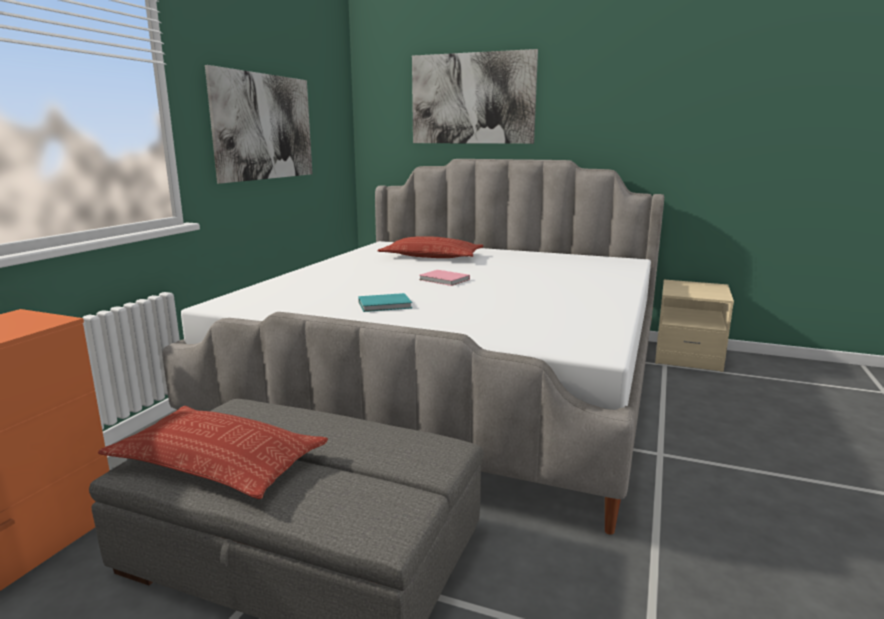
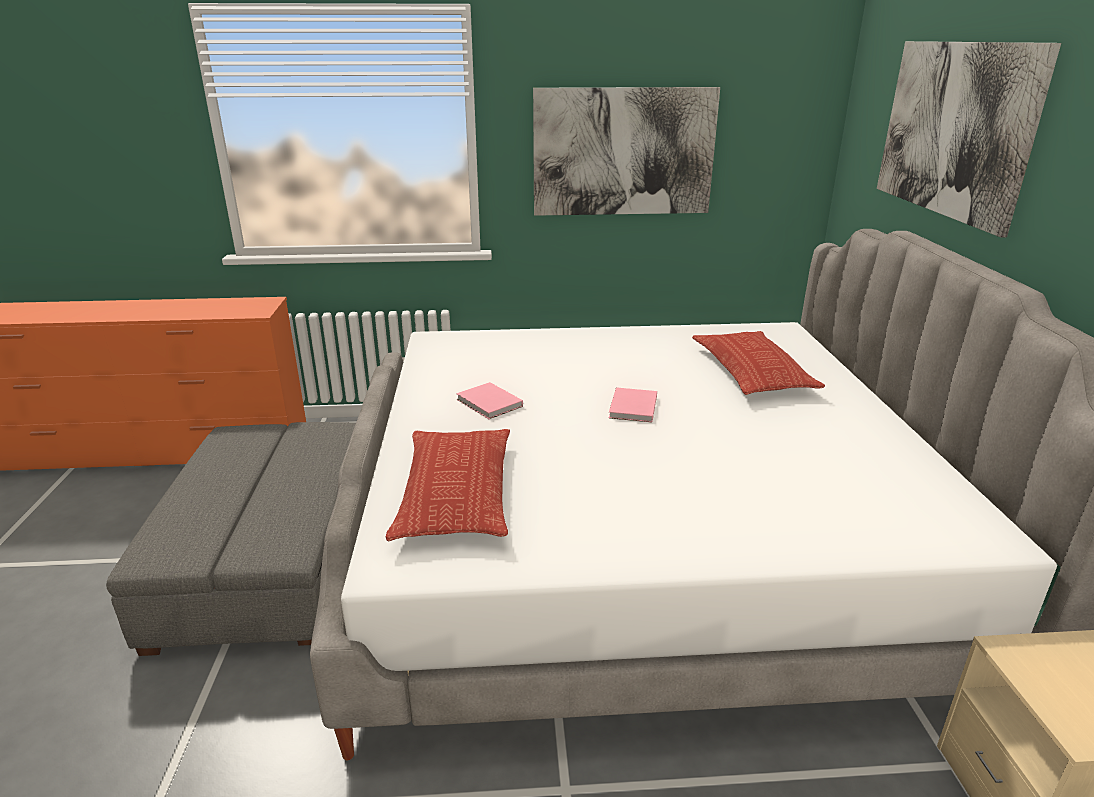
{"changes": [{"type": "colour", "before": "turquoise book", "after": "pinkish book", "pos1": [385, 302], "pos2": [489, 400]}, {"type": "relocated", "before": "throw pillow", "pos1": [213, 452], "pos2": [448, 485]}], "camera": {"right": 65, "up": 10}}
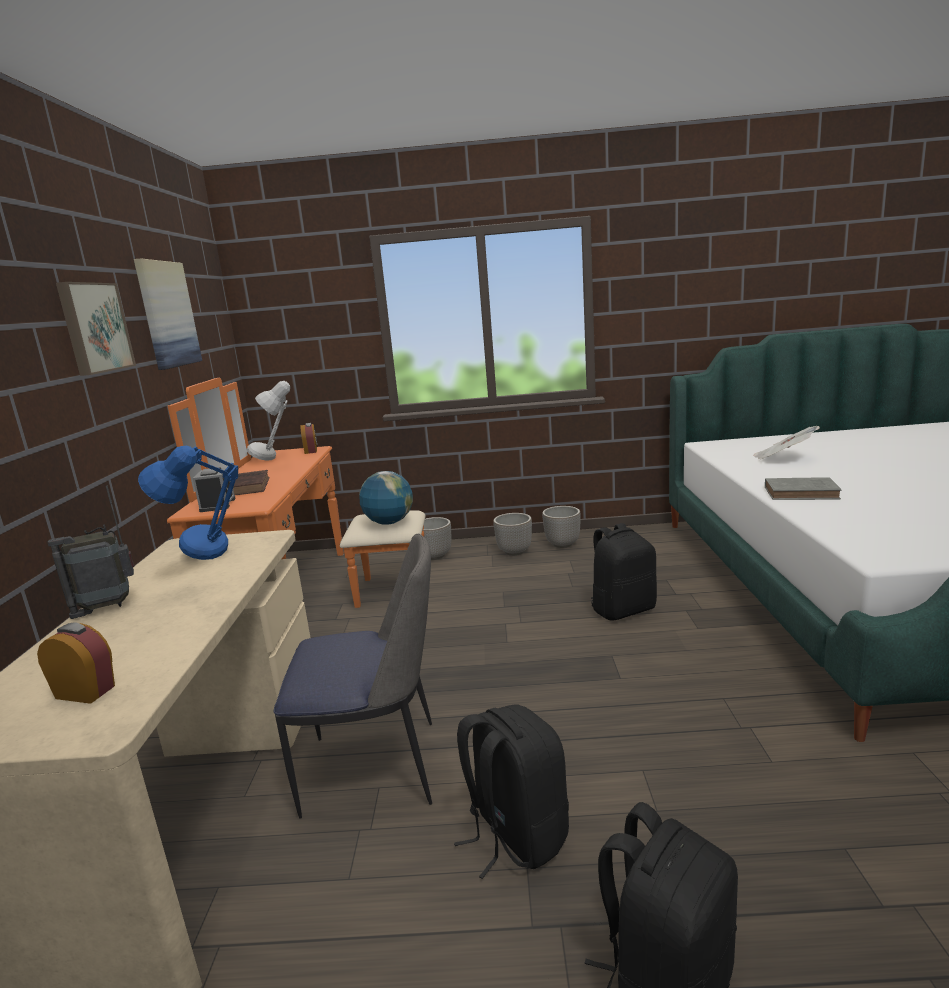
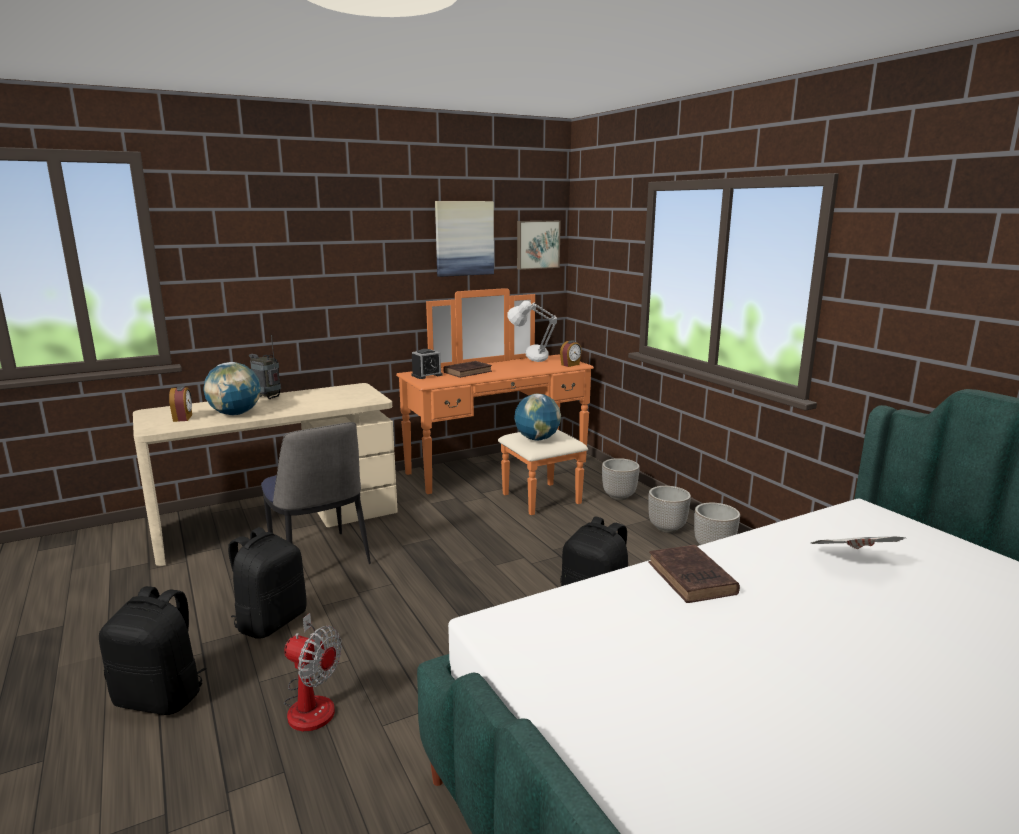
{"changes": [{"type": "relocated", "before": "wall art", "pos1": [96, 329], "pos2": [539, 245]}, {"type": "missing", "before": "bluish tabletop lamp", "pos1": [188, 503]}, {"type": "colour", "before": "greyish book", "after": "brown book", "pos1": [803, 488], "pos2": [694, 574]}, {"type": "appeared", "after": "globe", "pos2": [232, 388]}, {"type": "appeared", "after": "cooling fan", "pos2": [313, 672]}], "camera": {"right": 60, "up": 0}}
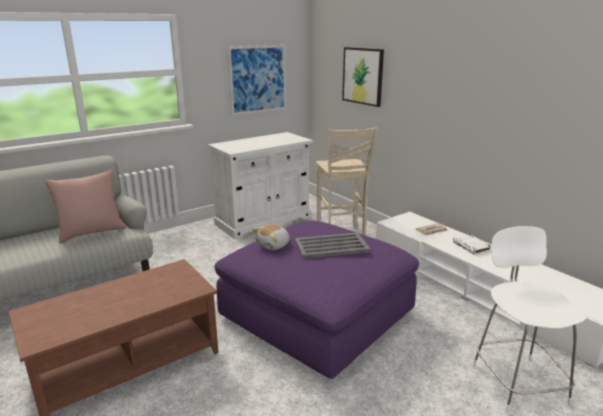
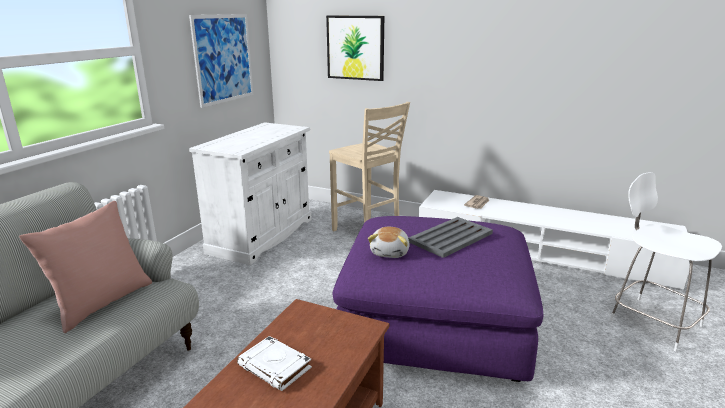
{"changes": [{"type": "relocated", "before": "white-coloured book", "pos1": [472, 244], "pos2": [274, 363]}], "camera": {"right": -30, "up": 0}}
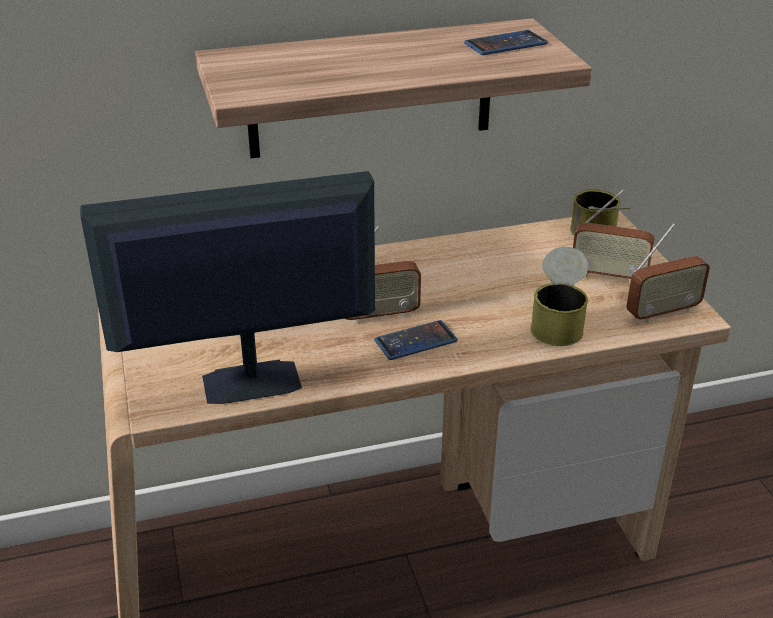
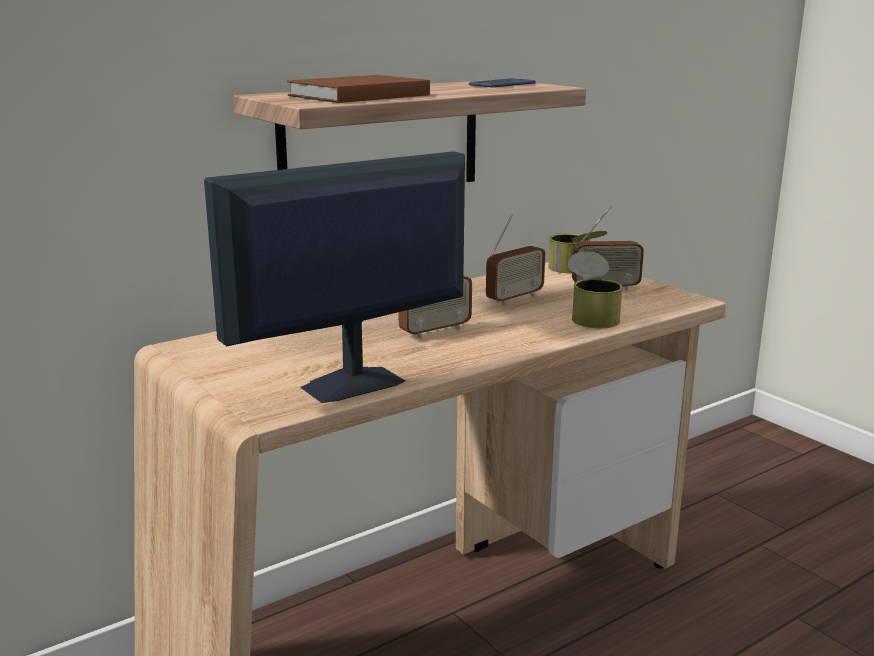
{"changes": [{"type": "relocated", "before": "radio receiver", "pos1": [668, 273], "pos2": [515, 259]}, {"type": "missing", "before": "handset", "pos1": [416, 340]}, {"type": "appeared", "after": "brown book", "pos2": [358, 89]}], "camera": {"right": -20, "up": -15}}
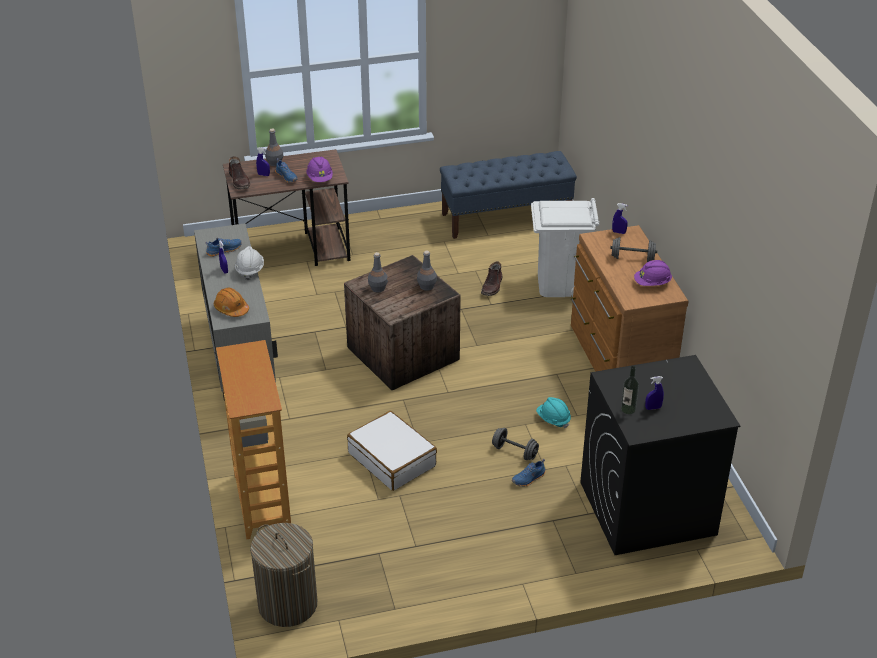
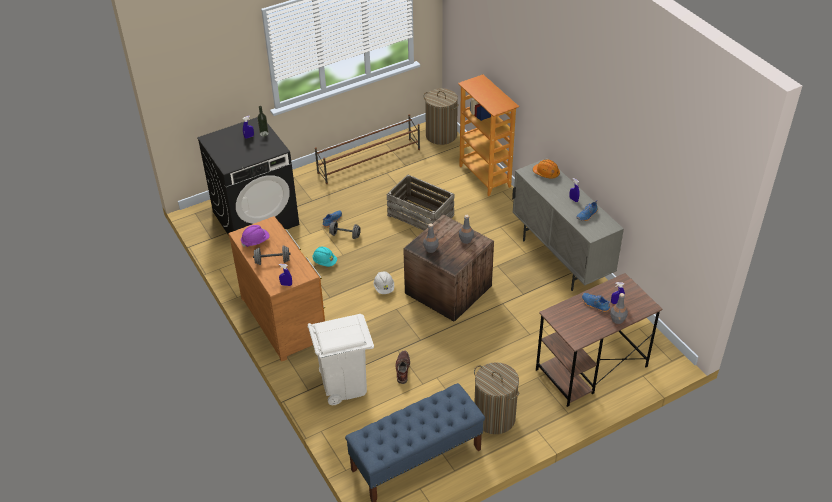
{"changes": [{"type": "missing", "before": "brown boot", "pos1": [239, 172]}, {"type": "missing", "before": "purple-coloured hard hat", "pos1": [319, 169]}, {"type": "relocated", "before": "white-coloured hard hat", "pos1": [249, 263], "pos2": [384, 282]}, {"type": "exchanged", "before": "white-coloured travel case", "after": "crate", "pos1": [392, 451], "pos2": [420, 202]}, {"type": "appeared", "after": "brown shoe stand", "pos2": [367, 149]}, {"type": "appeared", "after": "hamper", "pos2": [496, 398]}], "camera": {"right": 165, "up": 5}}
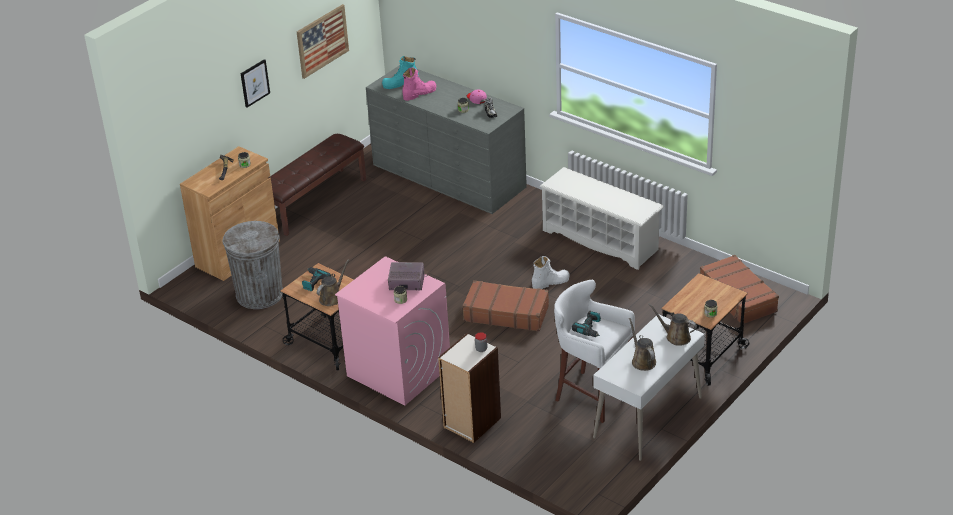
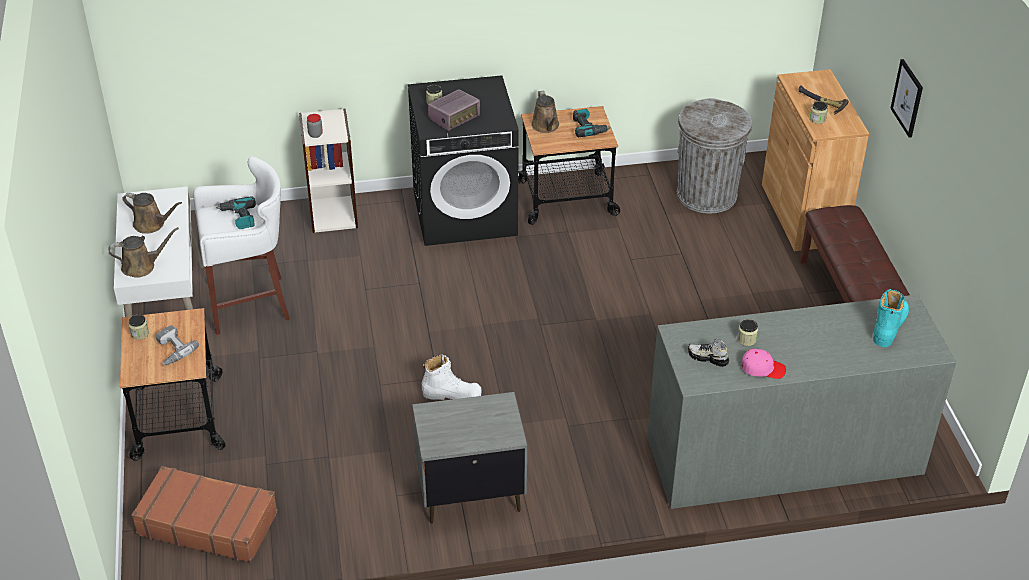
{"changes": [{"type": "missing", "before": "wall art", "pos1": [323, 41]}, {"type": "missing", "before": "pinkish boot", "pos1": [419, 84]}, {"type": "exchanged", "before": "white-coloured shoe stand", "after": "greyish bedside table", "pos1": [601, 218], "pos2": [469, 458]}, {"type": "colour", "before": "pinkish washing machine", "after": "black washing machine", "pos1": [392, 330], "pos2": [463, 160]}, {"type": "spun", "before": "white-coloured boot", "pos1": [551, 272], "pos2": [452, 377], "turn": -105}, {"type": "missing", "before": "brown travel case", "pos1": [506, 306]}, {"type": "appeared", "after": "electric drill", "pos2": [177, 345]}], "camera": {"right": 130, "up": 5}}
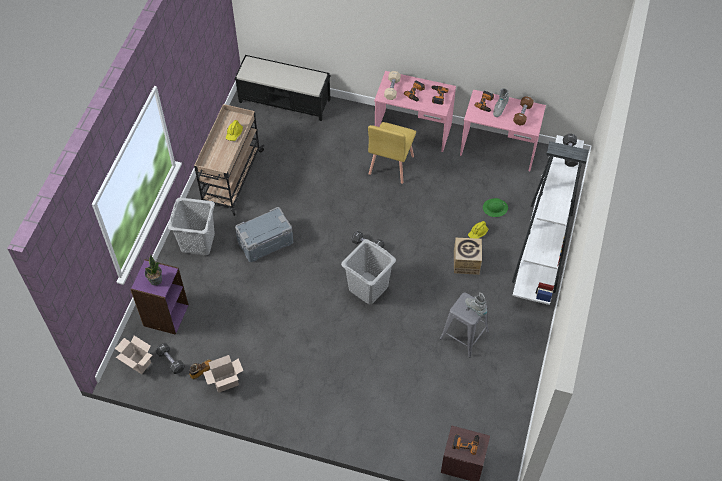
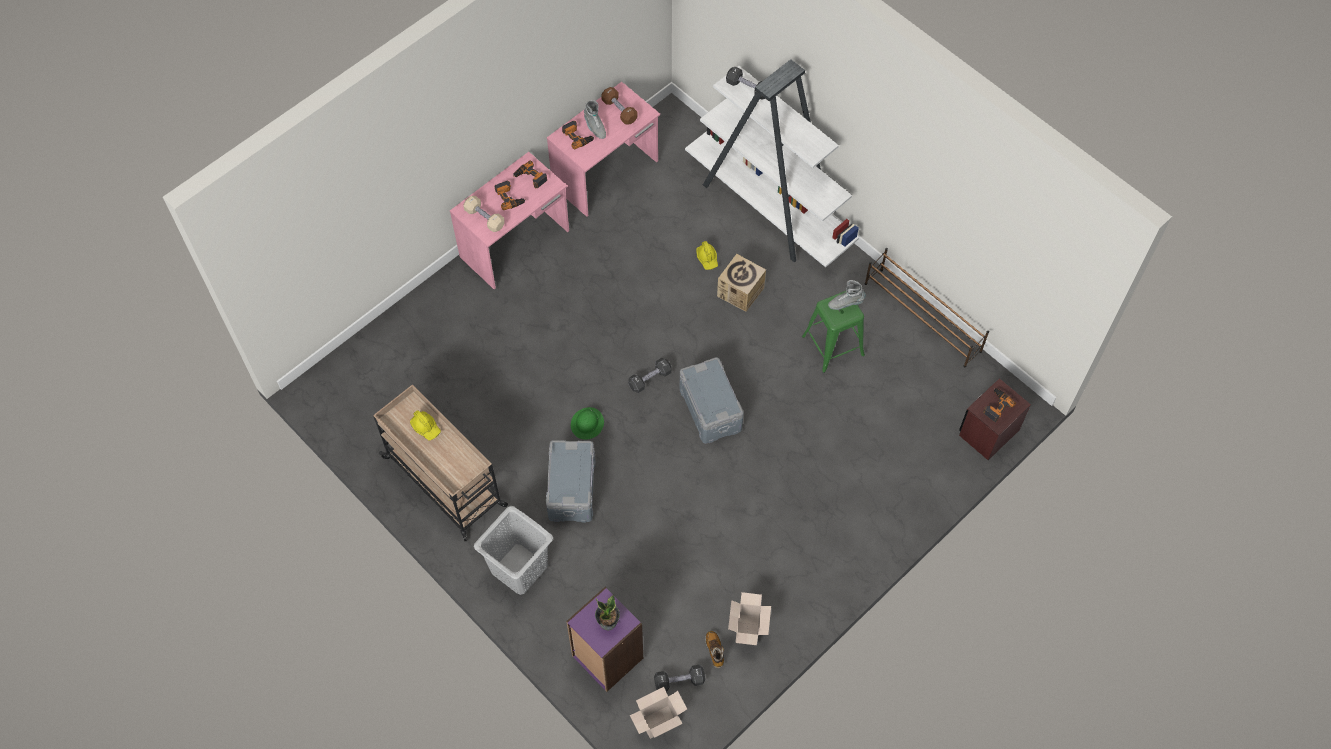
{"changes": [{"type": "missing", "before": "black long seat", "pos1": [282, 88]}, {"type": "missing", "before": "yellowish plain chair", "pos1": [392, 153]}, {"type": "relocated", "before": "green-coloured hard hat", "pos1": [495, 207], "pos2": [587, 423]}, {"type": "exchanged", "before": "greyish hamper", "after": "greyish storage bin", "pos1": [368, 272], "pos2": [711, 400]}, {"type": "colour", "before": "greyish stool seat", "after": "green-coloured stool seat", "pos1": [464, 325], "pos2": [833, 332]}, {"type": "appeared", "after": "brown shoe stand", "pos2": [927, 308]}], "camera": {"right": -60, "up": 5}}
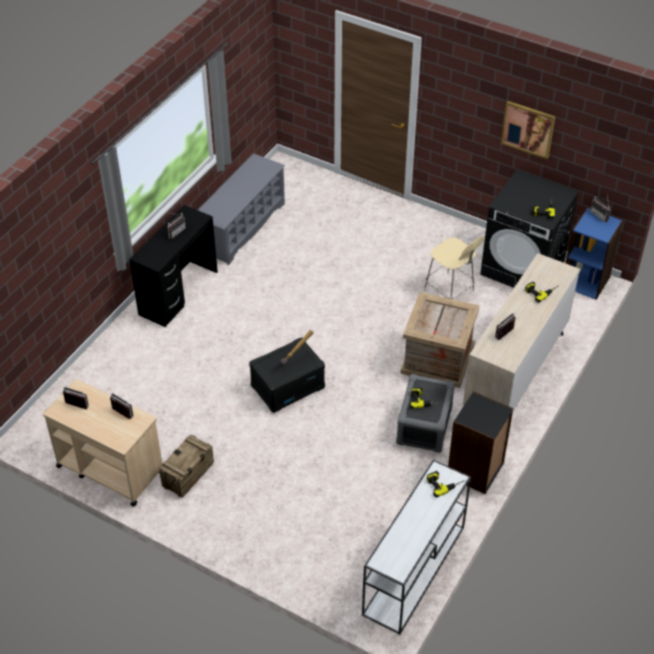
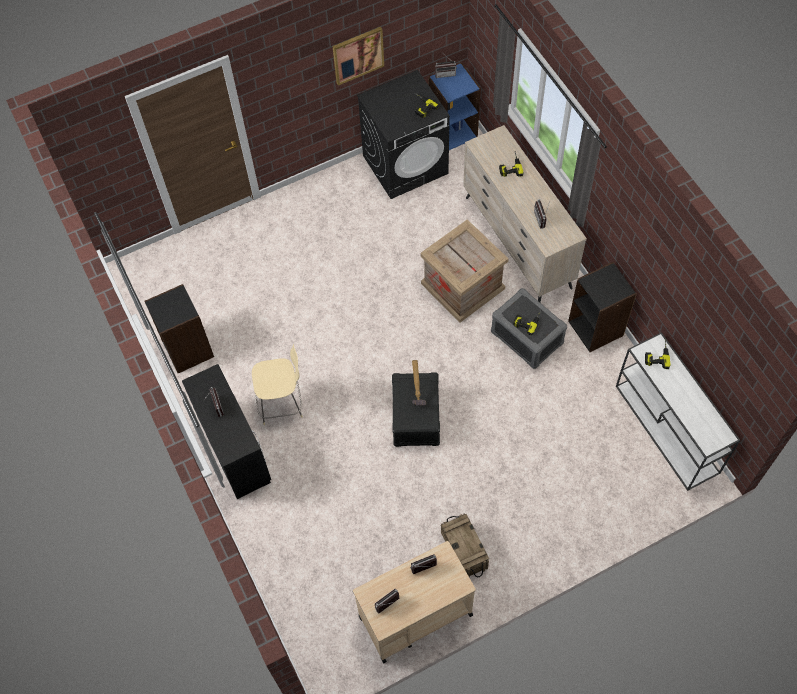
{"changes": [{"type": "exchanged", "before": "greyish shoe stand", "after": "black shelving unit", "pos1": [241, 209], "pos2": [179, 328]}, {"type": "relocated", "before": "sand-coloured plain chair", "pos1": [454, 267], "pos2": [277, 384]}], "camera": {"right": -55, "up": 15}}
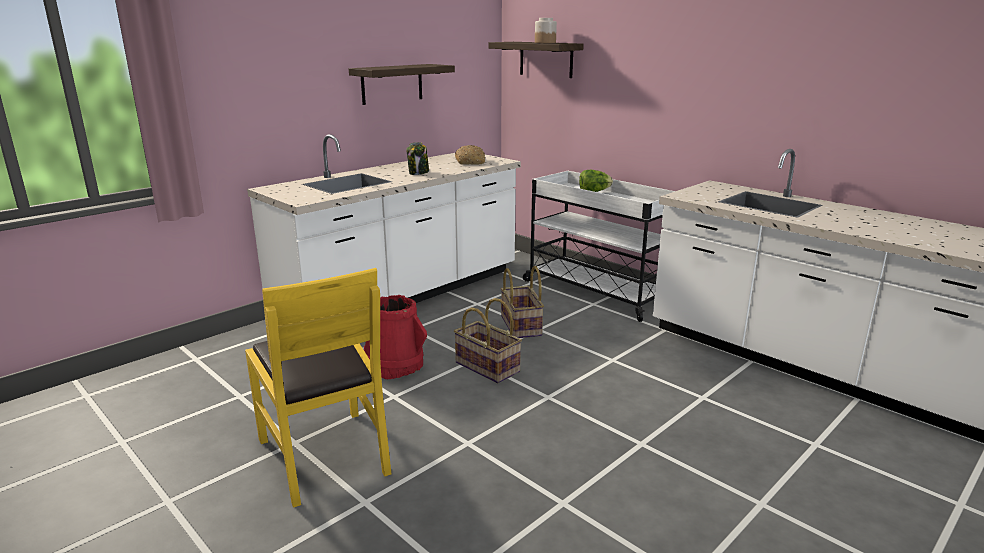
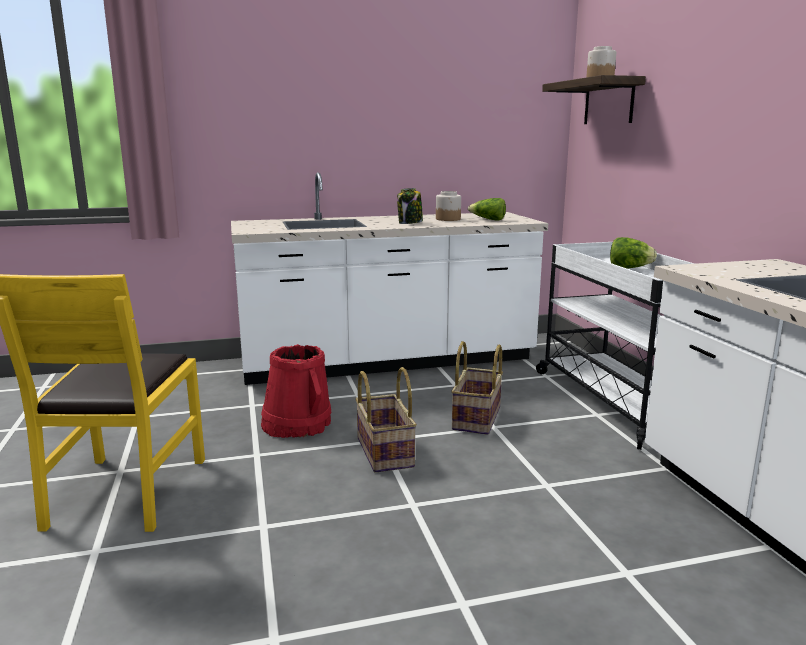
{"changes": [{"type": "missing", "before": "shelf", "pos1": [402, 84]}, {"type": "exchanged", "before": "bread", "after": "lettuce", "pos1": [470, 154], "pos2": [487, 209]}, {"type": "appeared", "after": "storage jar", "pos2": [448, 206]}], "camera": {"right": 30, "up": -5}}
